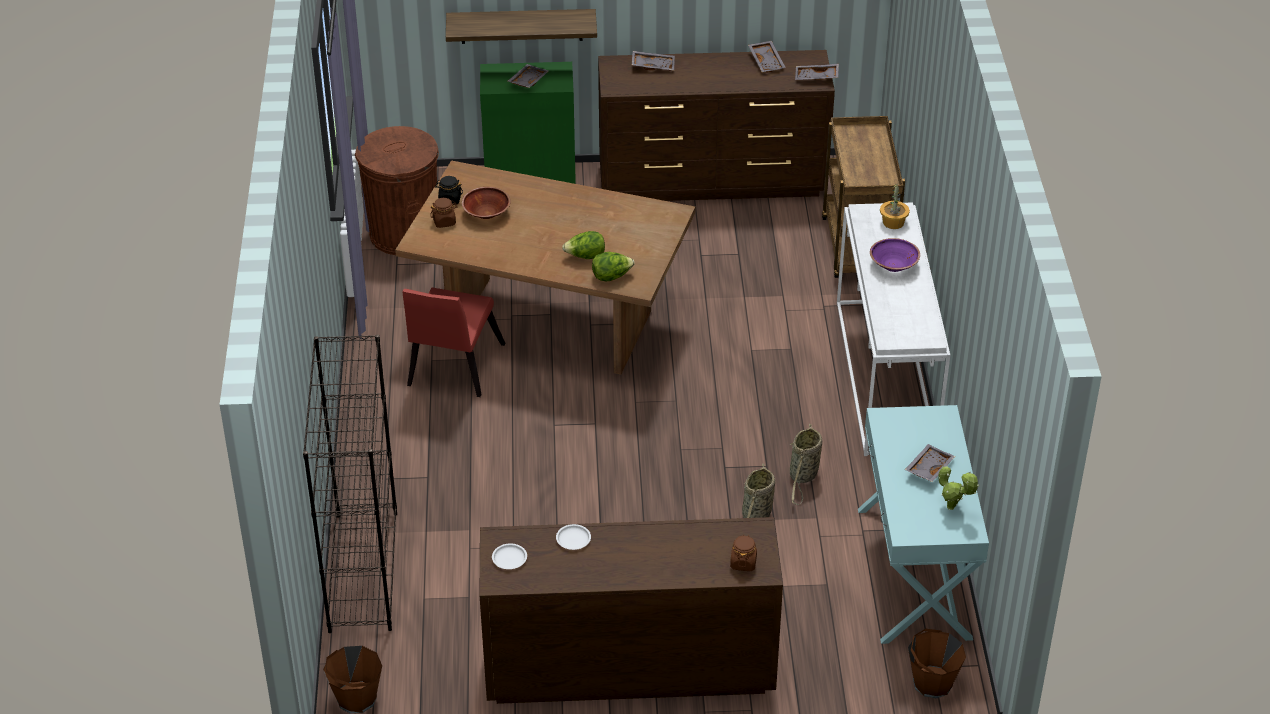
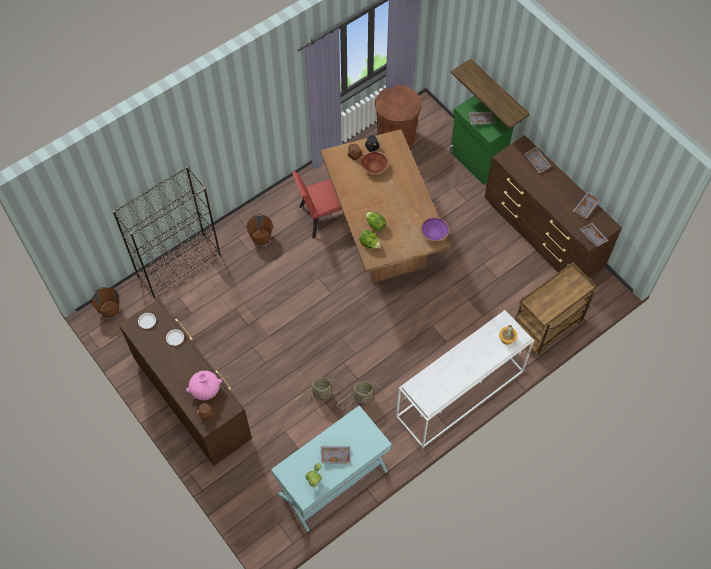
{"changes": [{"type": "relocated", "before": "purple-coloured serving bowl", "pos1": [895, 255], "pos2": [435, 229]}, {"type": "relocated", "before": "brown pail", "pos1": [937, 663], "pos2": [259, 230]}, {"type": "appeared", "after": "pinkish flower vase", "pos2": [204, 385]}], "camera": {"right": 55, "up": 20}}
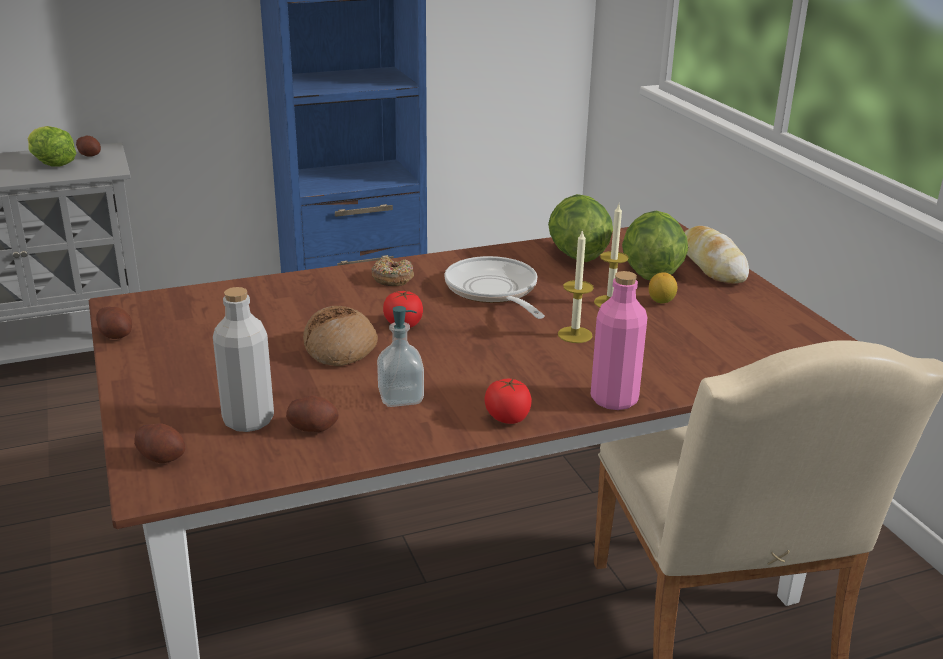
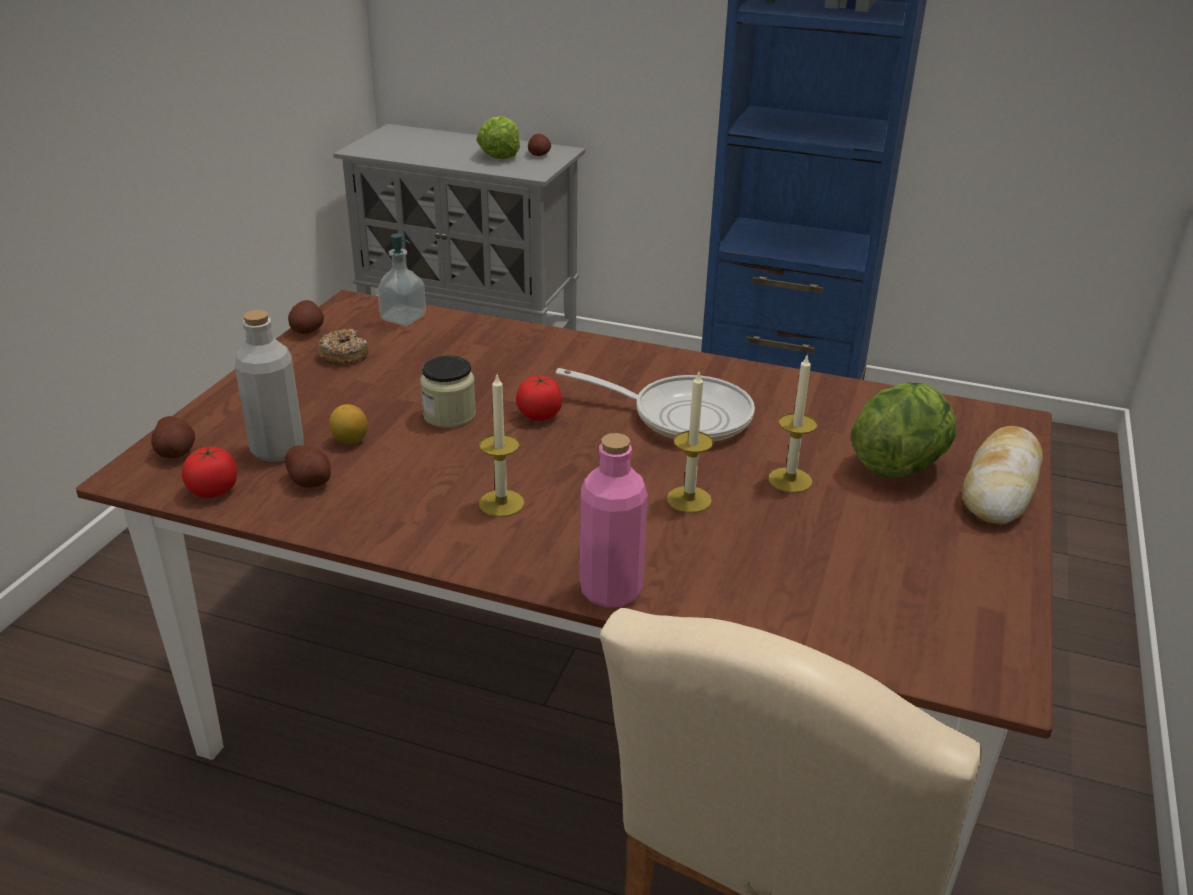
{"changes": [{"type": "missing", "before": "lettuce", "pos1": [580, 228]}, {"type": "spun", "before": "pan", "pos1": [494, 287], "pos2": [655, 405], "turn": 90}, {"type": "relocated", "before": "doughnut", "pos1": [392, 271], "pos2": [343, 347]}, {"type": "relocated", "before": "citrus fruit", "pos1": [663, 288], "pos2": [348, 424]}, {"type": "exchanged", "before": "bread", "after": "storage jar", "pos1": [340, 336], "pos2": [448, 391]}, {"type": "relocated", "before": "soap dispenser", "pos1": [400, 356], "pos2": [402, 279]}, {"type": "relocated", "before": "whole tomato", "pos1": [508, 401], "pos2": [209, 472]}, {"type": "appeared", "after": "wax candle", "pos2": [501, 446]}], "camera": {"right": 40, "up": 5}}
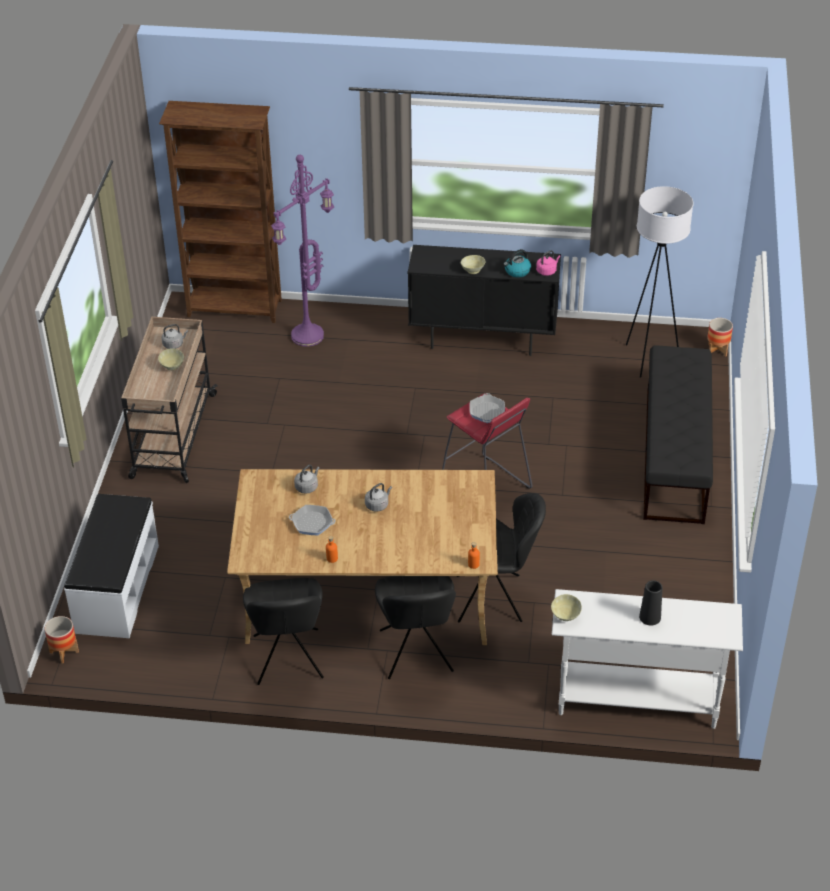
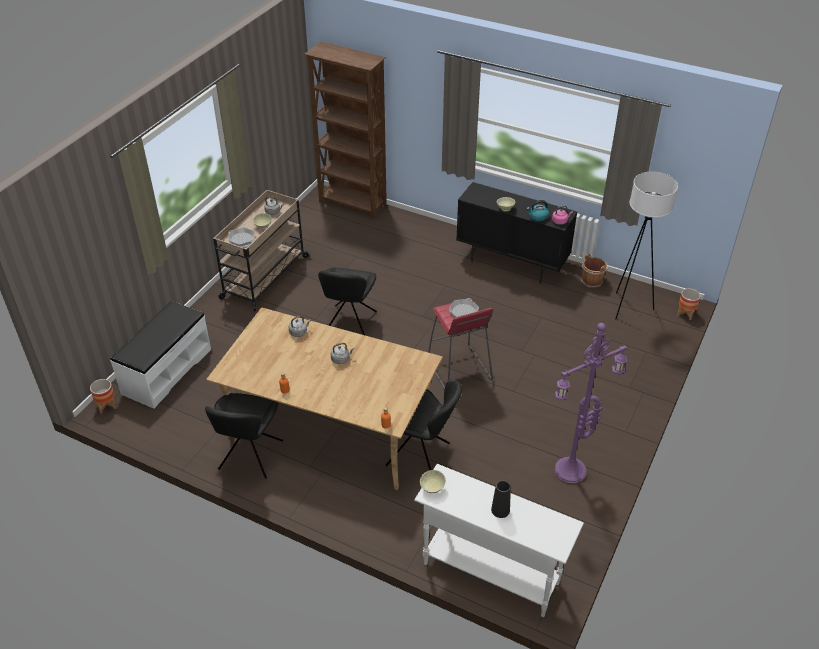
{"changes": [{"type": "relocated", "before": "purple-coloured standing lamp", "pos1": [302, 251], "pos2": [591, 403]}, {"type": "missing", "before": "black long seat", "pos1": [678, 434]}, {"type": "relocated", "before": "pan", "pos1": [312, 520], "pos2": [241, 237]}, {"type": "relocated", "before": "black plain chair", "pos1": [415, 627], "pos2": [347, 301]}, {"type": "appeared", "after": "brown pail", "pos2": [595, 270]}], "camera": {"right": 20, "up": 0}}
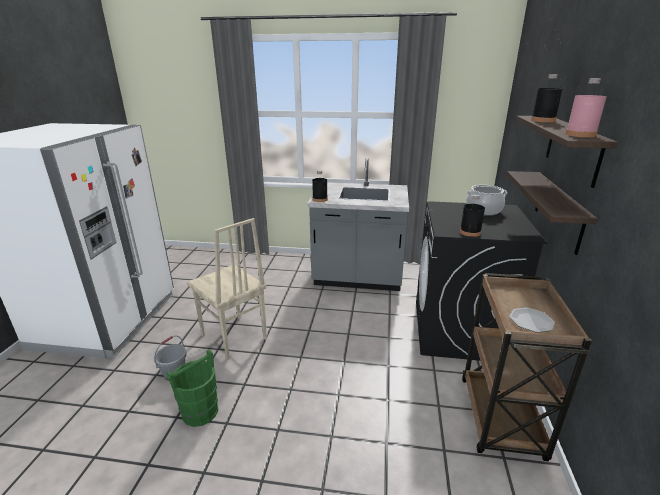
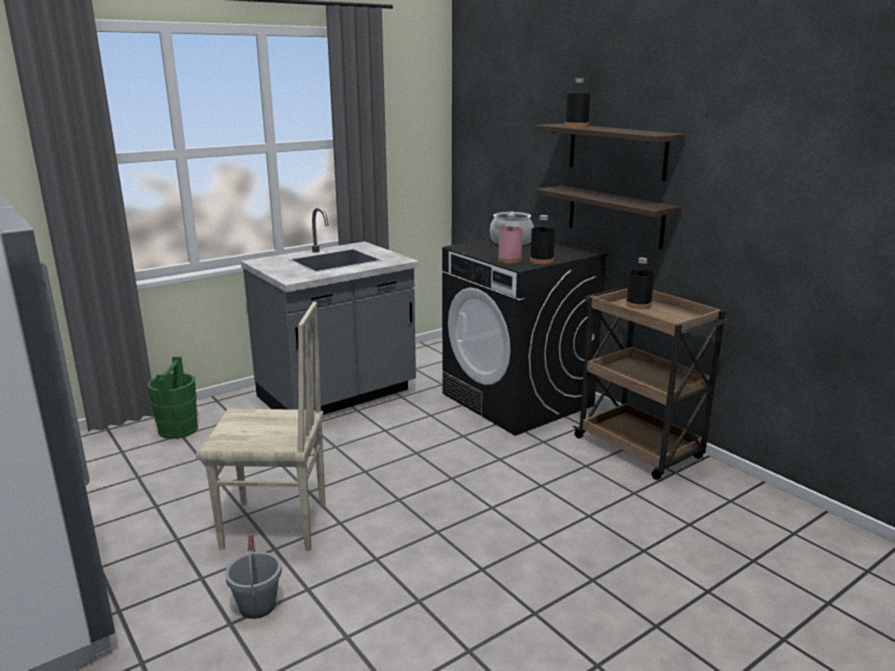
{"changes": [{"type": "relocated", "before": "pinkish bottle", "pos1": [586, 107], "pos2": [510, 238]}, {"type": "relocated", "before": "black bottle", "pos1": [320, 186], "pos2": [640, 283]}, {"type": "missing", "before": "plate", "pos1": [532, 320]}, {"type": "relocated", "before": "green-coloured pail", "pos1": [192, 388], "pos2": [172, 397]}], "camera": {"right": -45, "up": -5}}
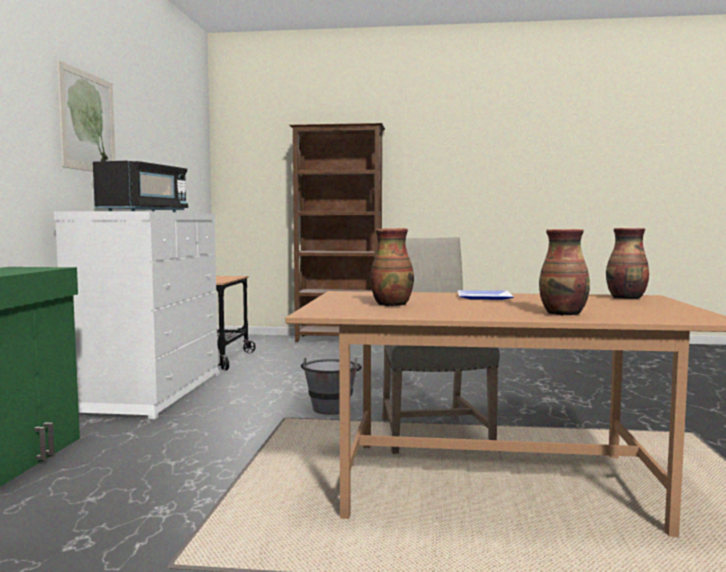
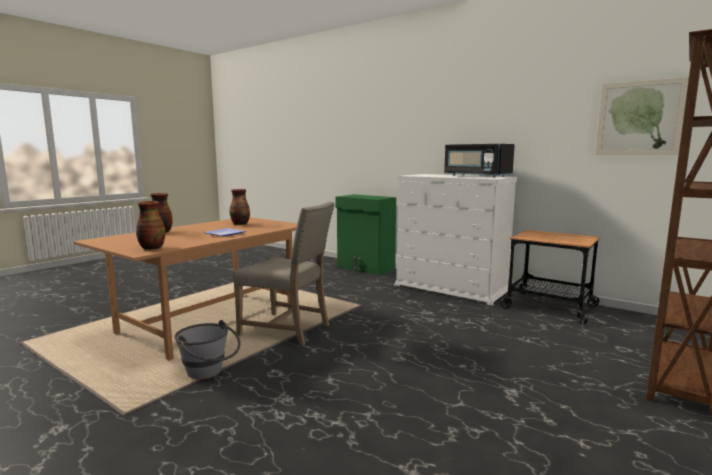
{"changes": [{"type": "relocated", "before": "wall art", "pos1": [86, 116], "pos2": [642, 116]}, {"type": "relocated", "before": "greyish pail", "pos1": [331, 386], "pos2": [207, 350]}], "camera": {"right": 120, "up": 5}}
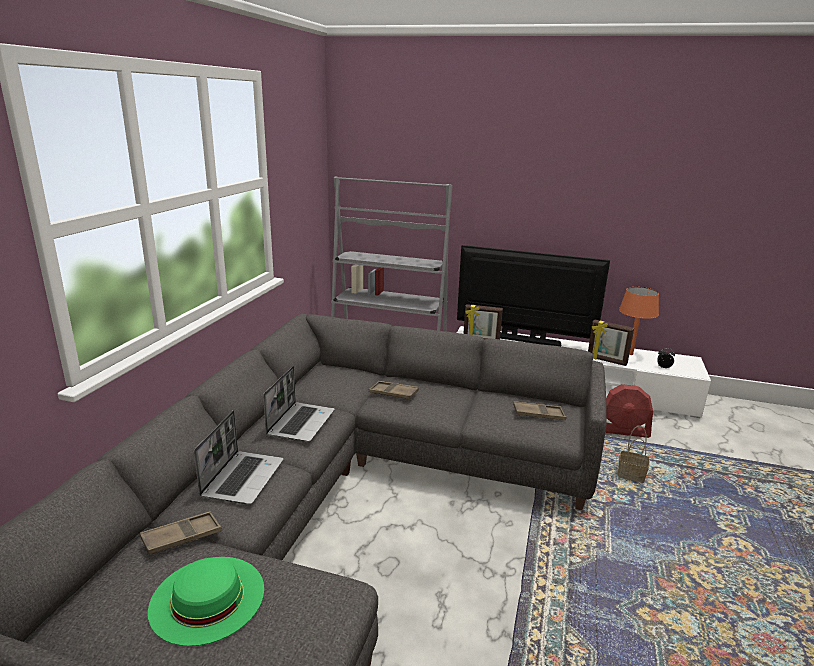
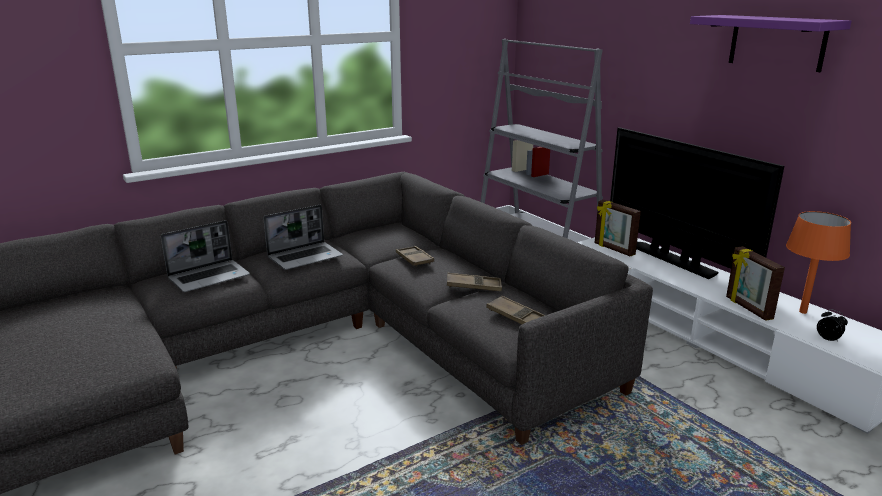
{"changes": [{"type": "missing", "before": "red cooling fan", "pos1": [629, 411]}, {"type": "missing", "before": "basket", "pos1": [634, 454]}, {"type": "relocated", "before": "brown tray", "pos1": [181, 533], "pos2": [474, 282]}, {"type": "missing", "before": "green-coloured hat", "pos1": [206, 601]}, {"type": "appeared", "after": "purple-coloured shelf", "pos2": [770, 43]}], "camera": {"right": 40, "up": 0}}
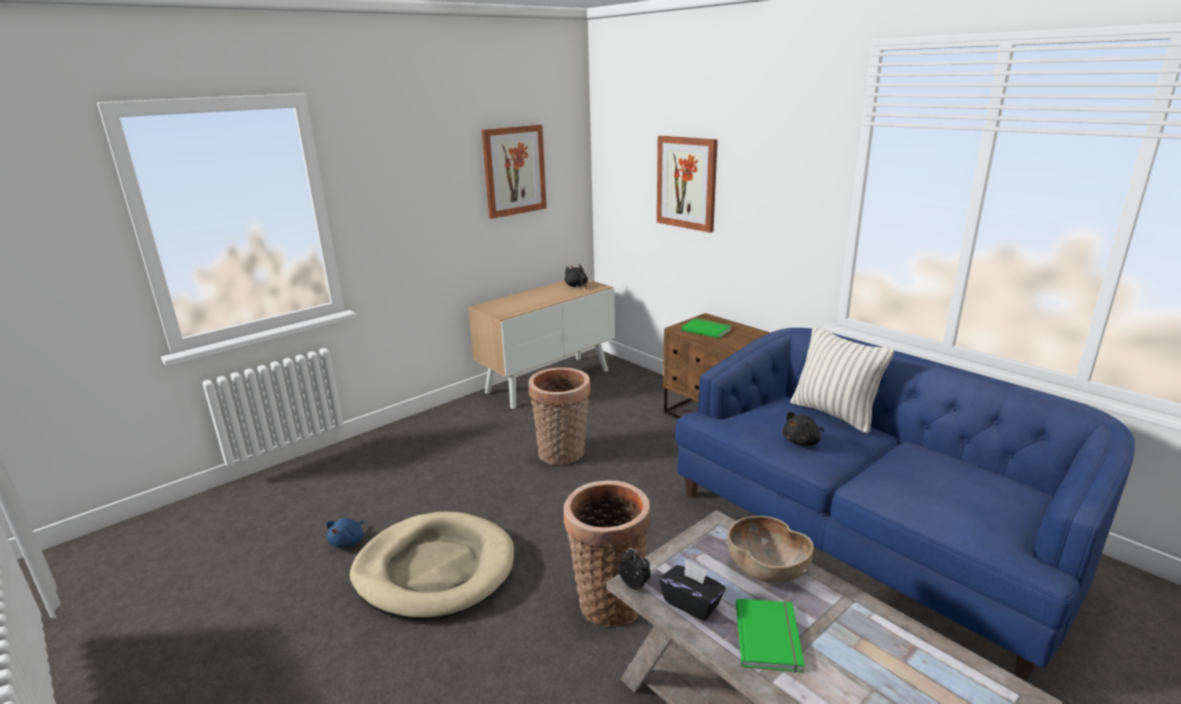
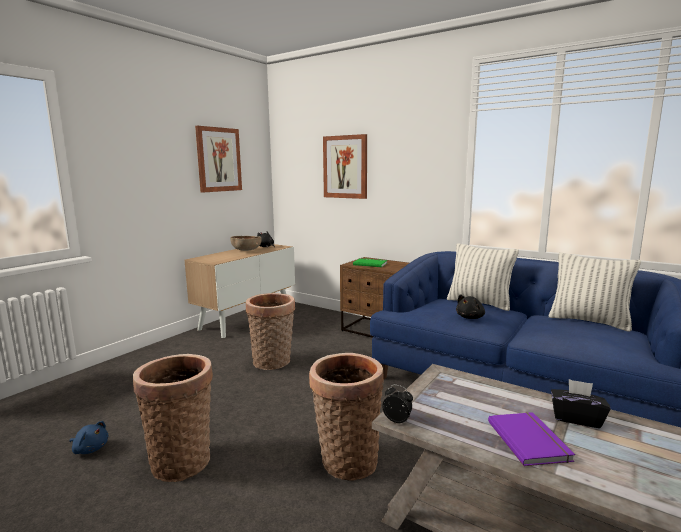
{"changes": [{"type": "exchanged", "before": "sand-coloured dog cushion", "after": "basket", "pos1": [432, 566], "pos2": [173, 418]}, {"type": "relocated", "before": "brown serving bowl", "pos1": [771, 549], "pos2": [246, 243]}, {"type": "spun", "before": "bluish soft toy", "pos1": [345, 533], "pos2": [88, 437], "turn": -75}, {"type": "relocated", "before": "black tissue box", "pos1": [692, 590], "pos2": [581, 403]}, {"type": "colour", "before": "green-coloured book", "after": "purple-coloured book", "pos1": [770, 636], "pos2": [531, 439]}, {"type": "appeared", "after": "throw pillow", "pos2": [594, 292]}], "camera": {"right": -15, "up": -10}}
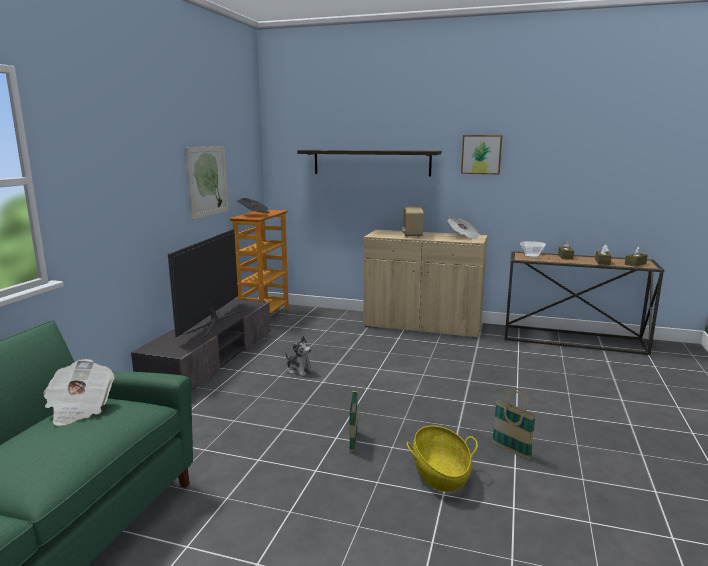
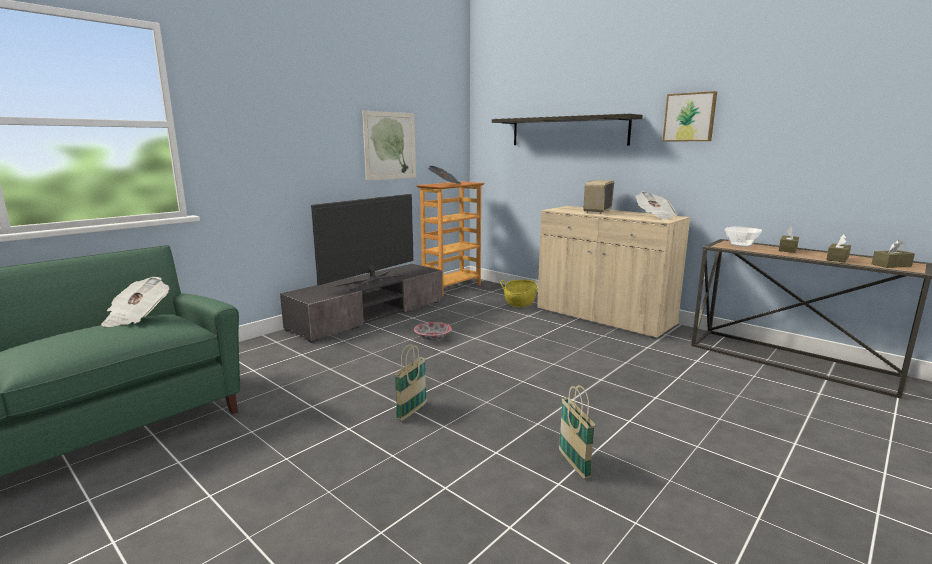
{"changes": [{"type": "exchanged", "before": "soft toy", "after": "serving bowl", "pos1": [300, 356], "pos2": [433, 331]}, {"type": "relocated", "before": "basket", "pos1": [442, 458], "pos2": [519, 293]}], "camera": {"right": 25, "up": 0}}
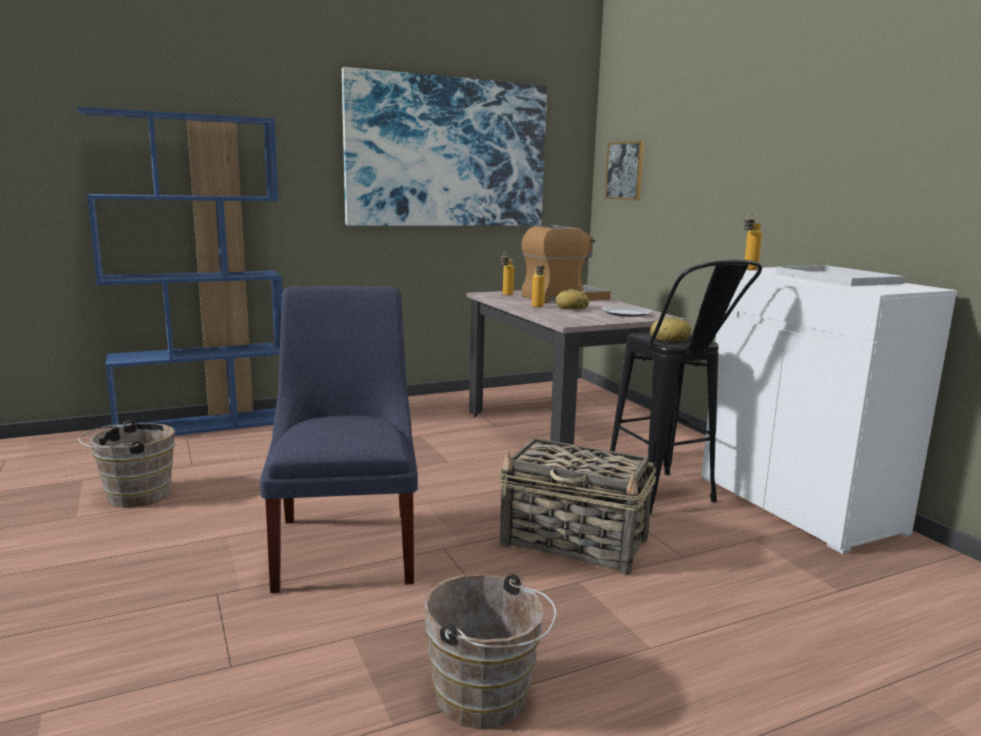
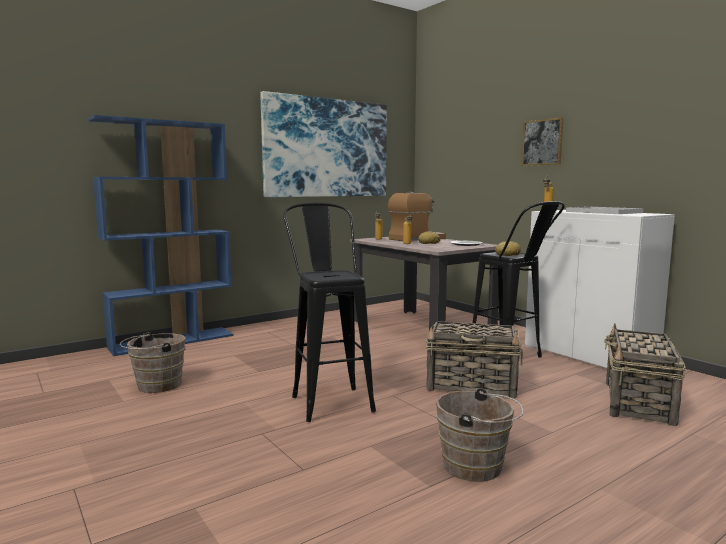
{"changes": [{"type": "relocated", "before": "wall art", "pos1": [624, 170], "pos2": [543, 141]}, {"type": "exchanged", "before": "bluish plain chair", "after": "black stool seat", "pos1": [339, 439], "pos2": [329, 312]}, {"type": "appeared", "after": "basket", "pos2": [645, 375]}], "camera": {"right": -10, "up": -5}}
